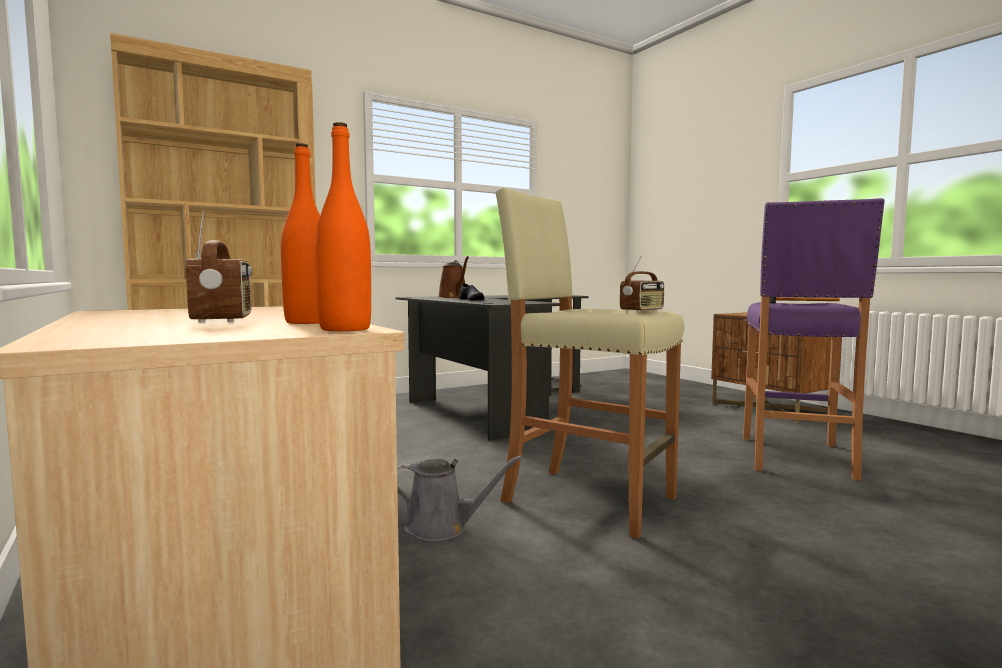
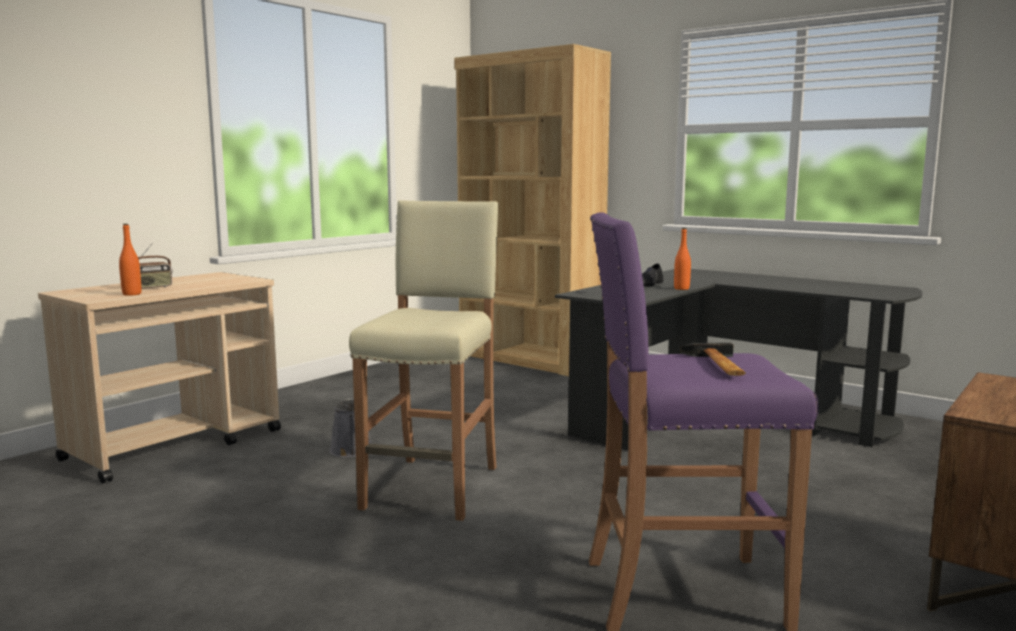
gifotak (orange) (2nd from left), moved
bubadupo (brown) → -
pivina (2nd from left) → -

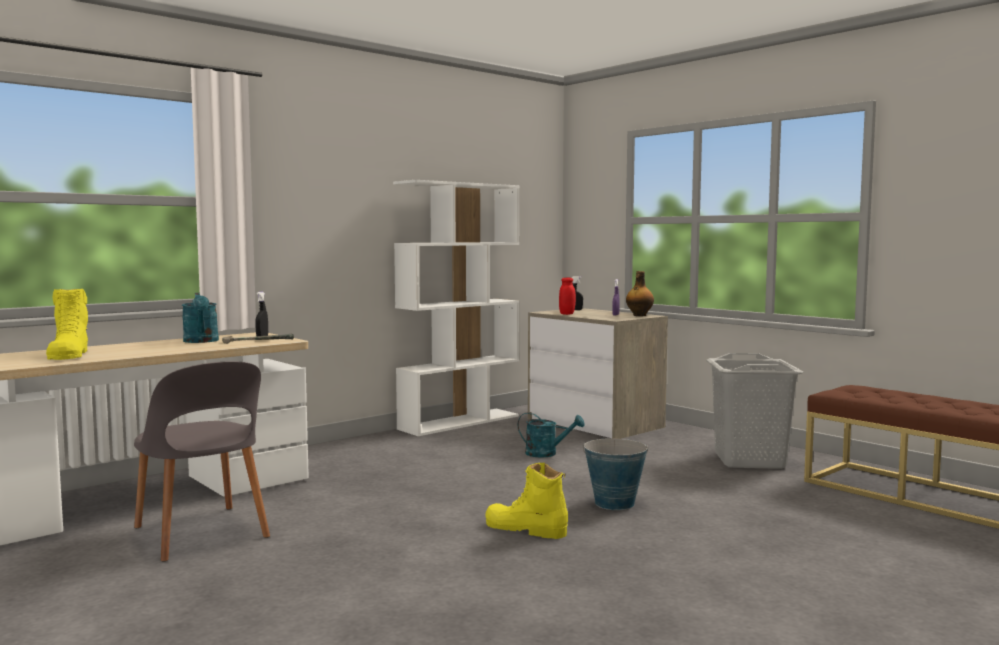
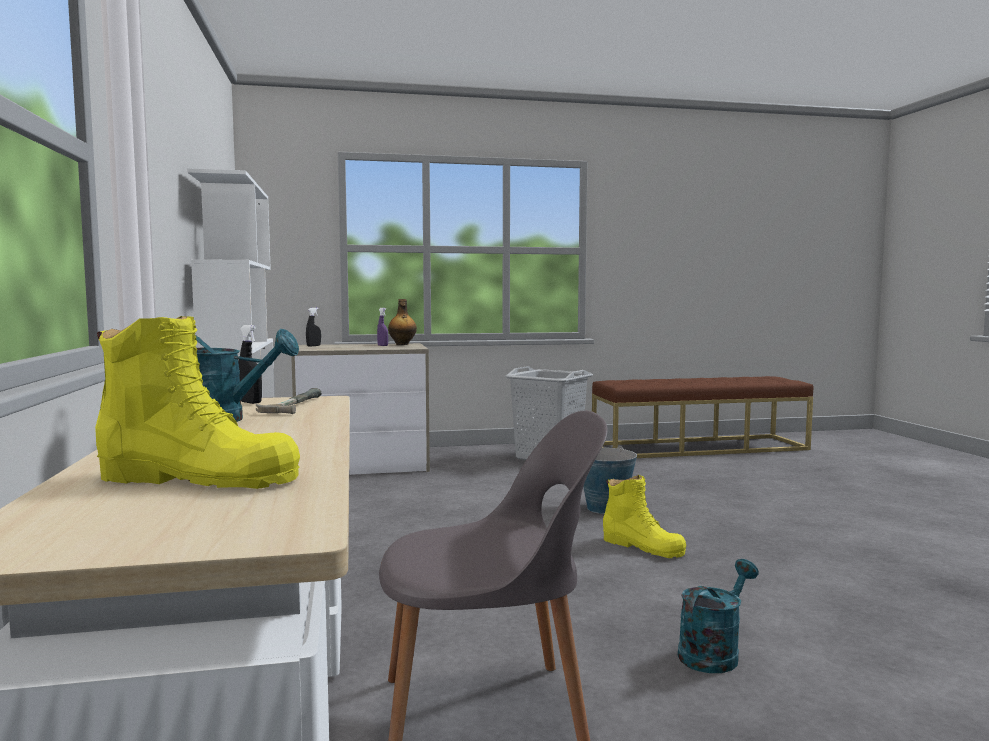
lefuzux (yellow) (2nd from left), 105 degrees counterclockwise
bubadupo (turquoise) (2nd from left), moved
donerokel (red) → -

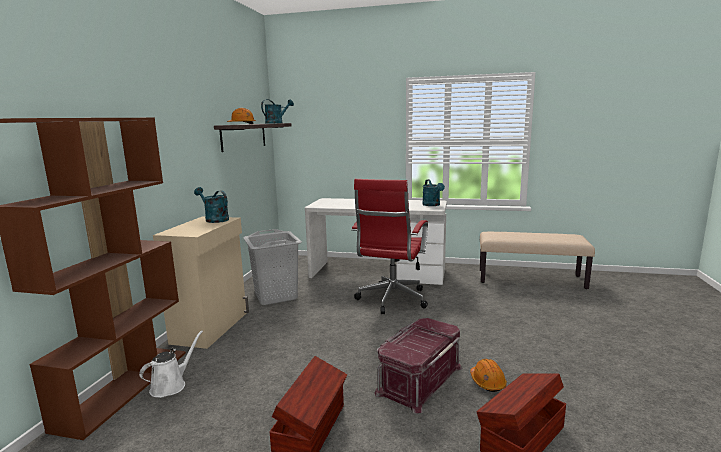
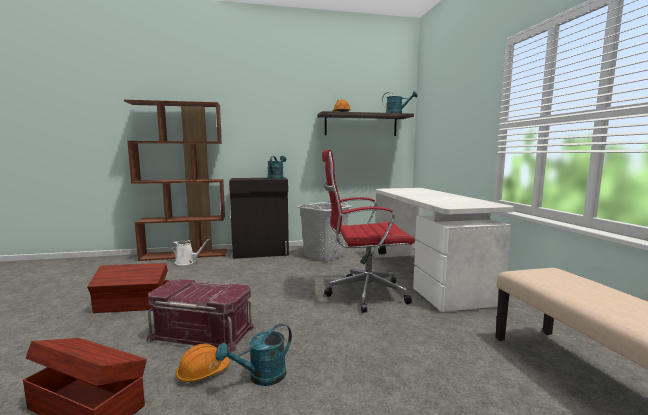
bubadupo (turquoise) (3rd from left in the first image) → bubadupo (turquoise) (1st from left), moved
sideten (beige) → sideten (black)

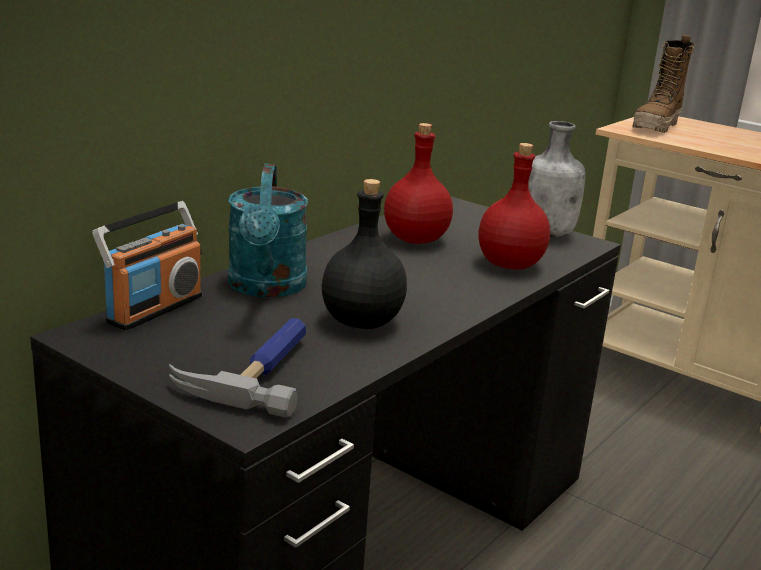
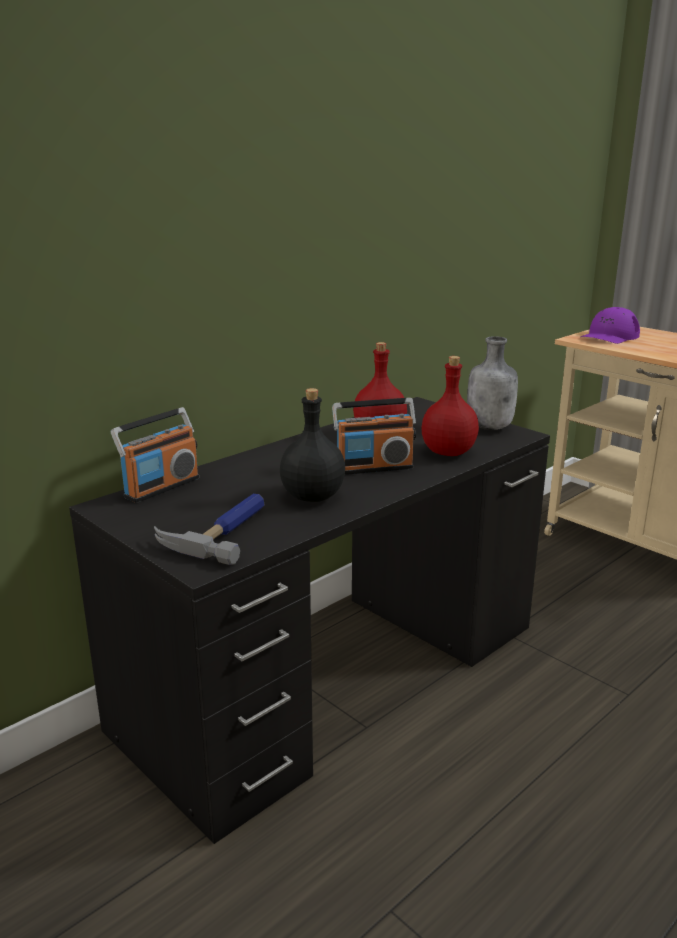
- → pivina (2nd from left)
lefuzux → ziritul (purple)
bubadupo (turquoise) → -

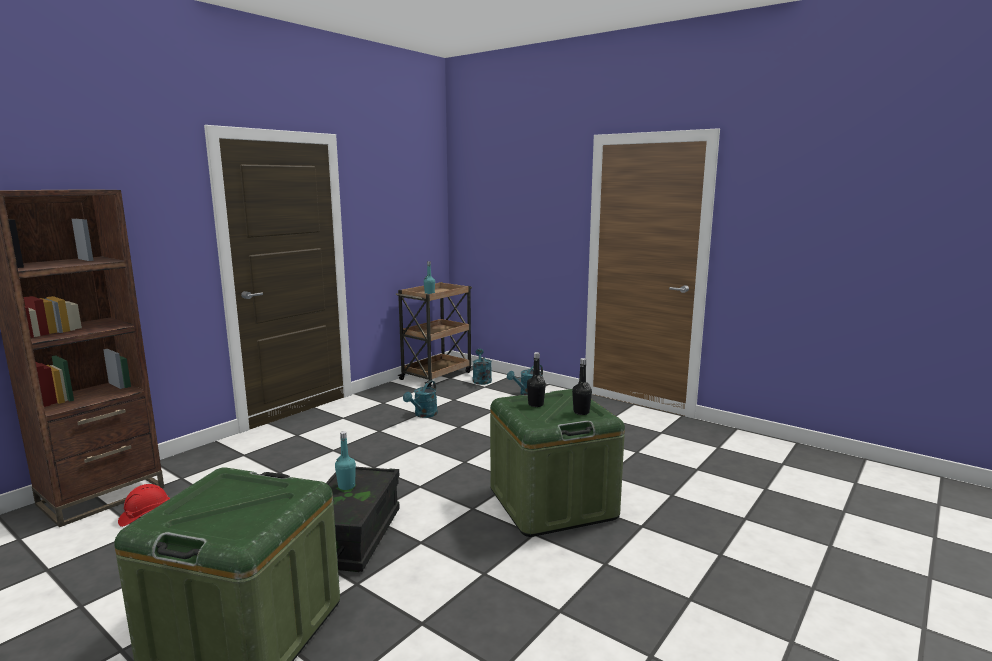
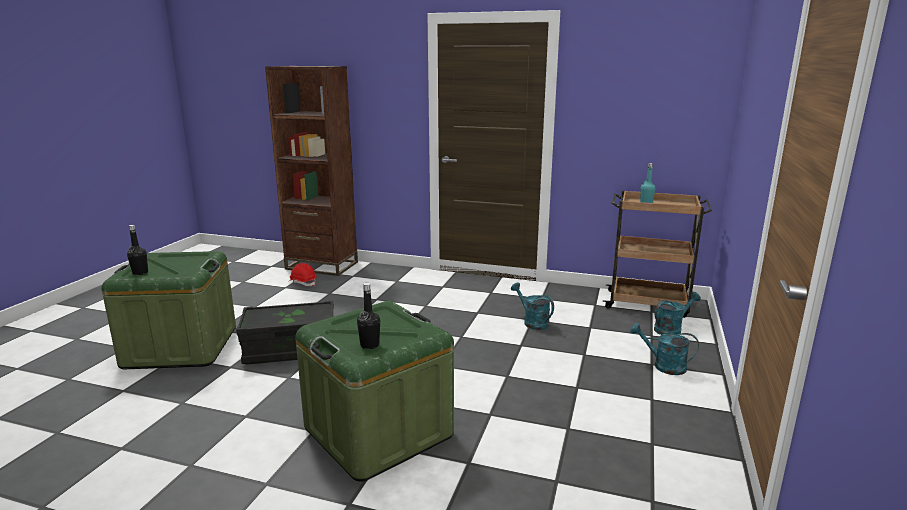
gifotak (black) (1st from left), moved
bubadupo (turquoise) (1st from left), 45 degrees clockwise
gifotak (turquoise) (1st from left) → -

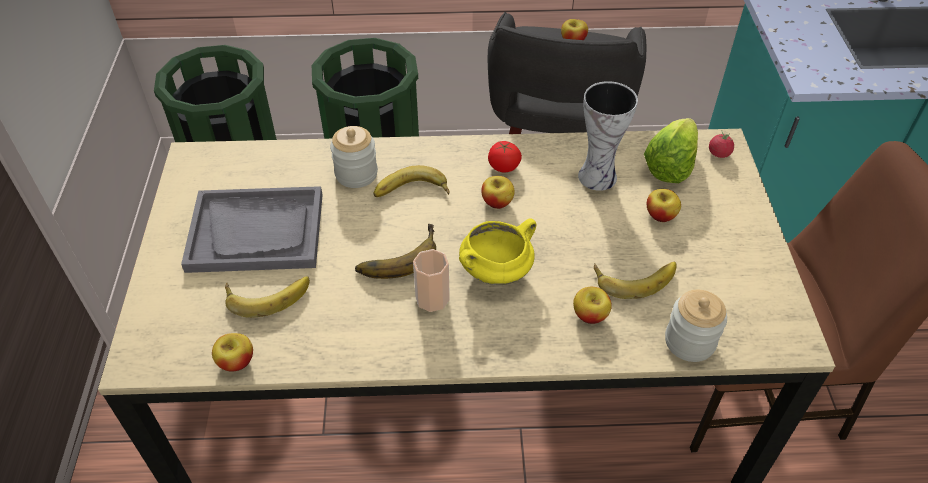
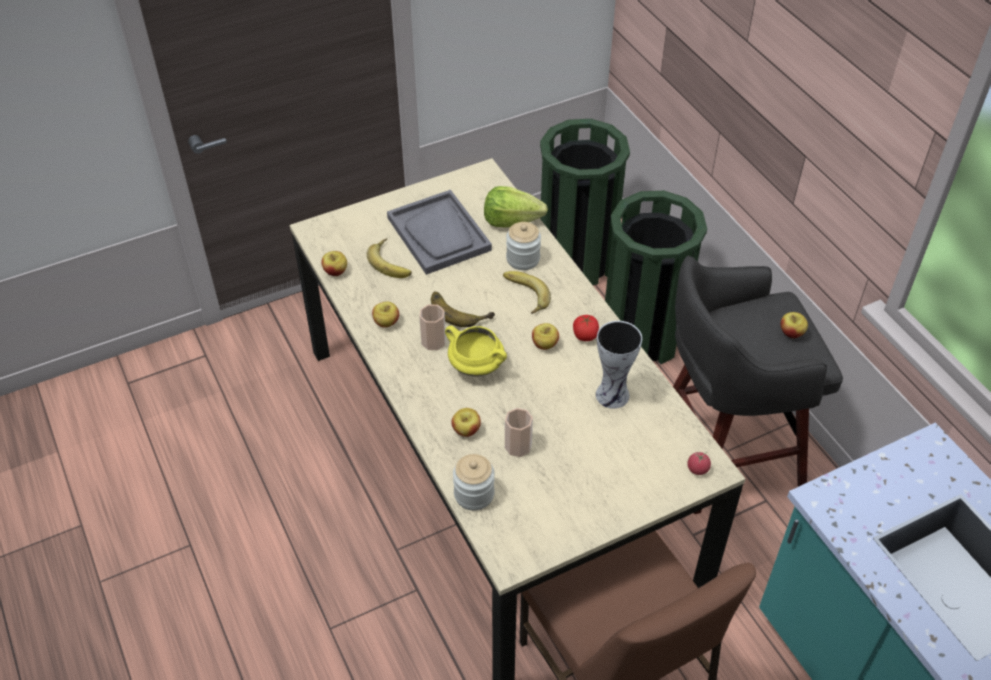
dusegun (5th from left in the first image) → dusegun (2nd from left), moved
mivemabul, moved
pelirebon (4th from left) → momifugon (2nd from left)

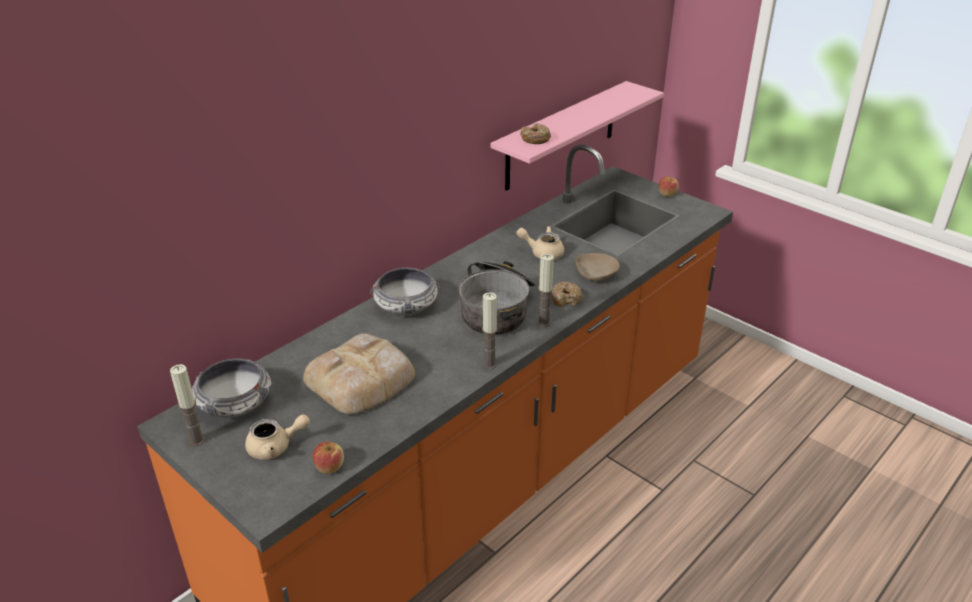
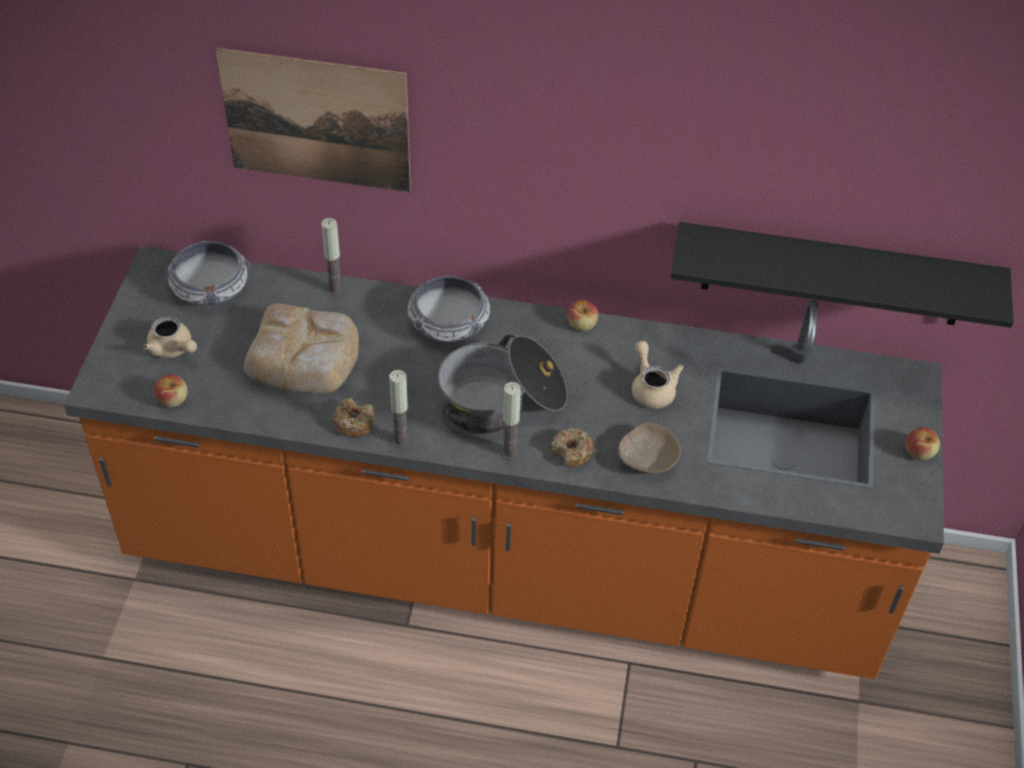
- → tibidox
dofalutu (1st from left), moved
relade (1st from left), moved
- → dusegun (2nd from left)
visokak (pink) → visokak (black)

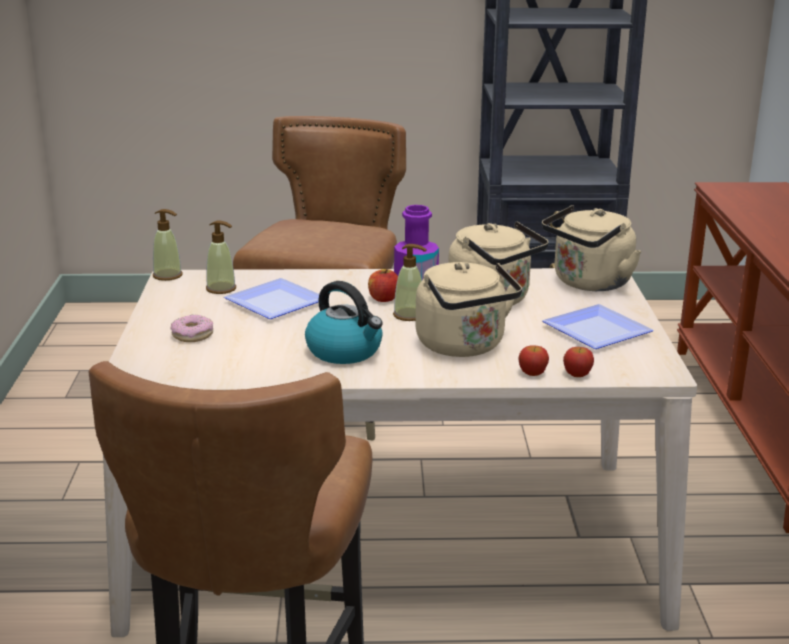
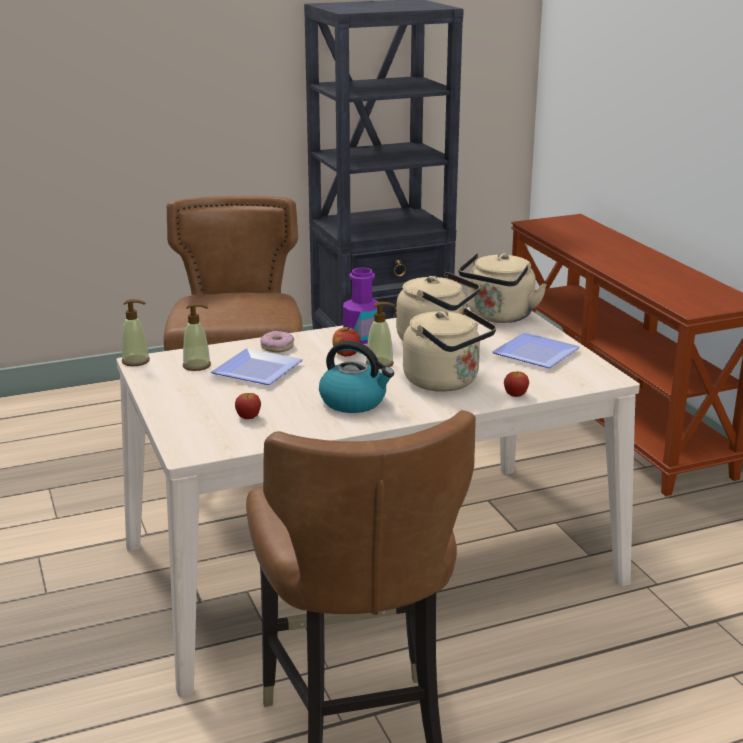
dusegun (3rd from left in the first image) → dusegun (1st from left), moved
relade, moved

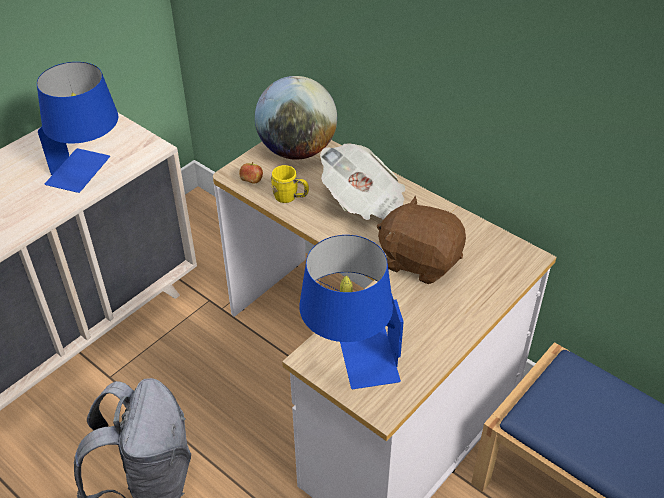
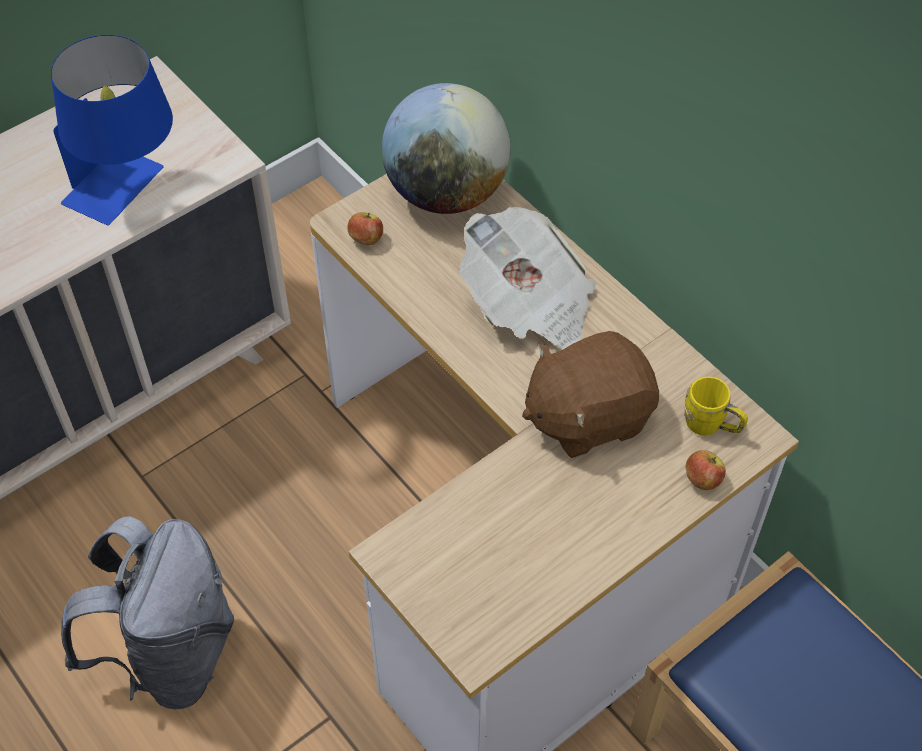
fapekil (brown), 60 degrees counterclockwise
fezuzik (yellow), moved
- → dusegun (2nd from left)
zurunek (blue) (2nd from left) → -

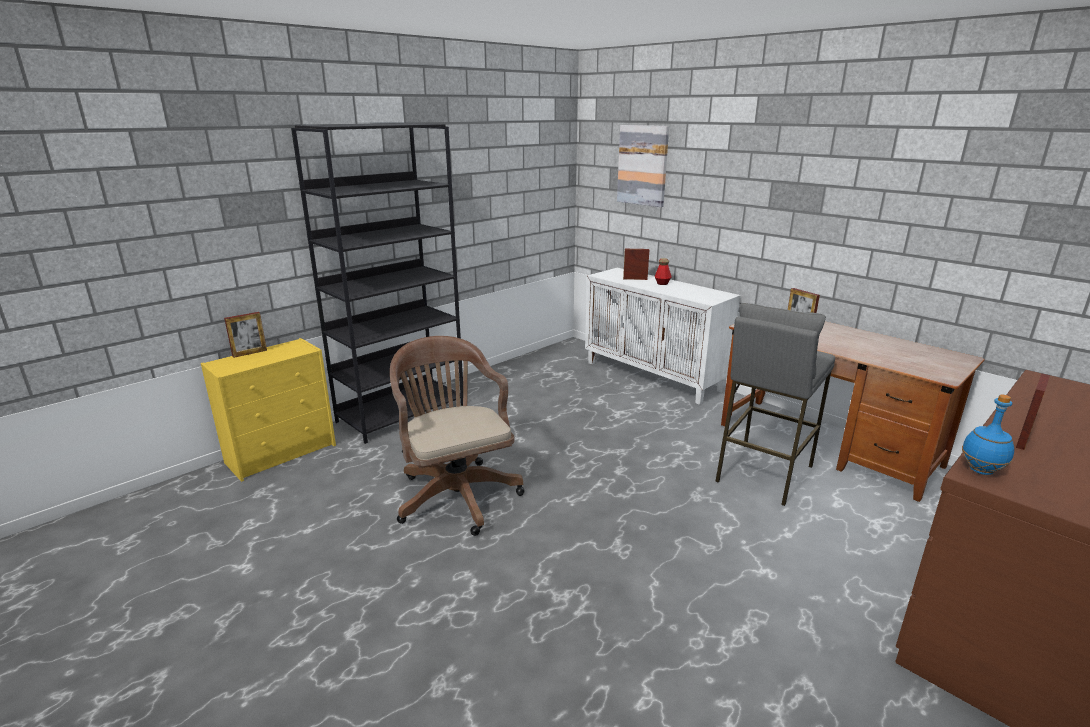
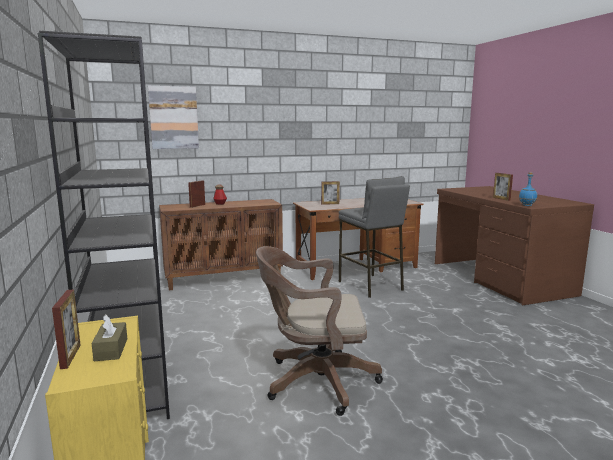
- → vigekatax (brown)
sideten (white) → sideten (brown)

